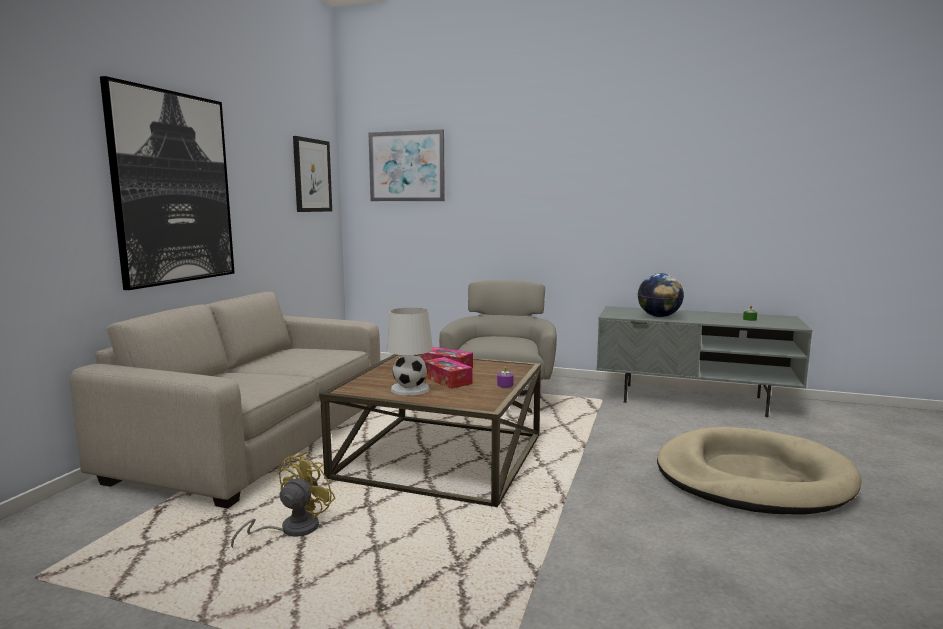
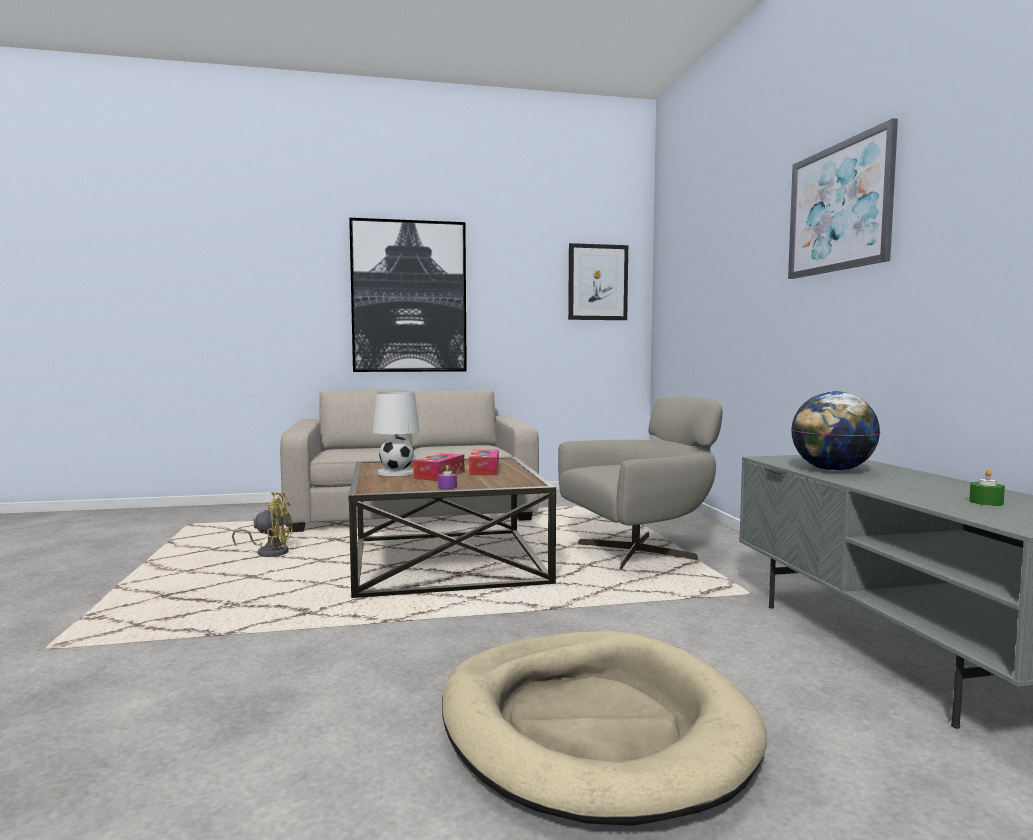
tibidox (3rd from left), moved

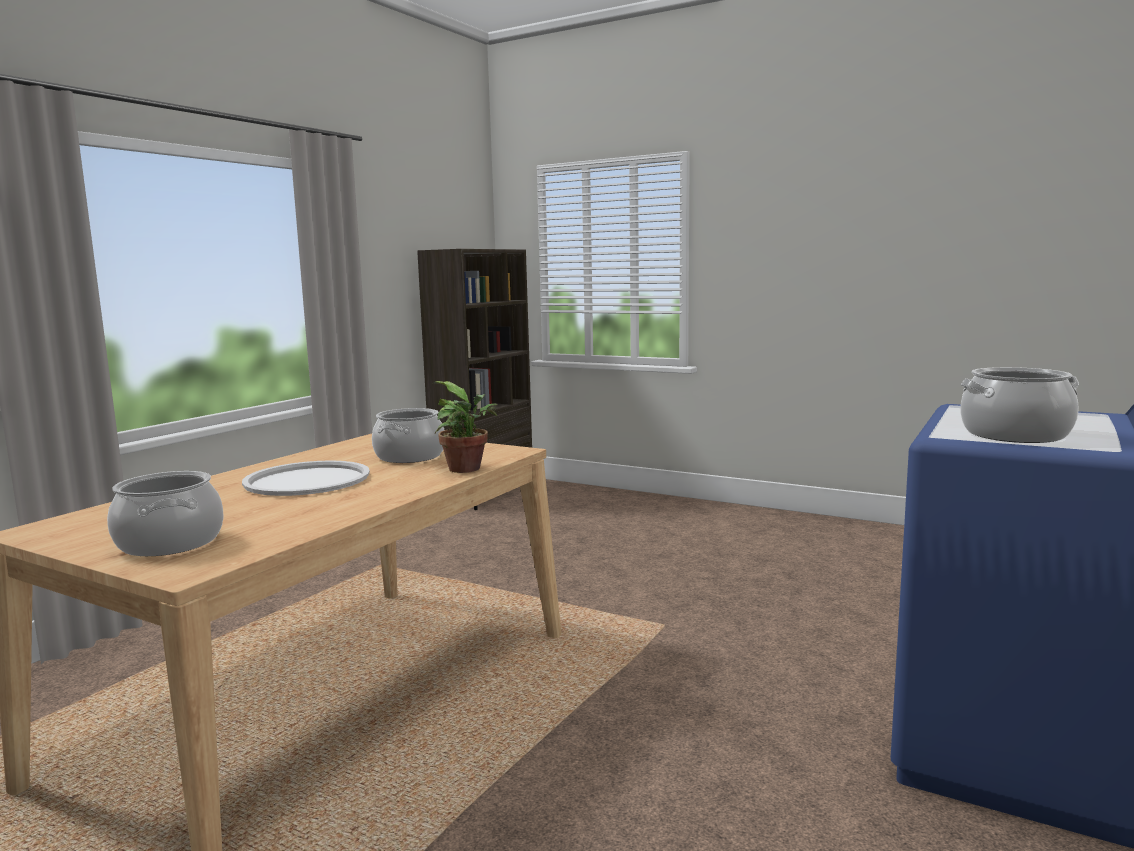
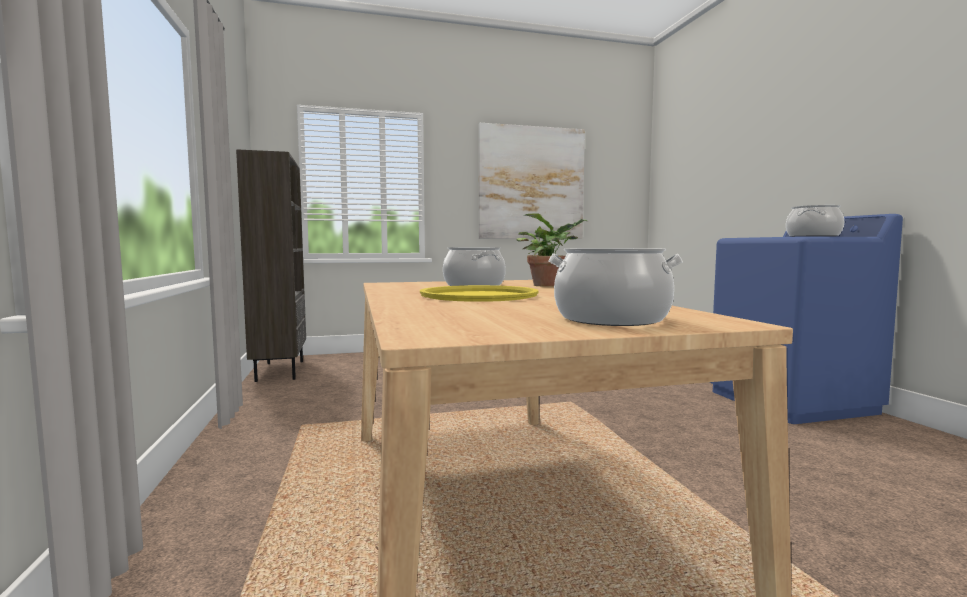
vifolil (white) → vifolil (yellow)
- → tibidox

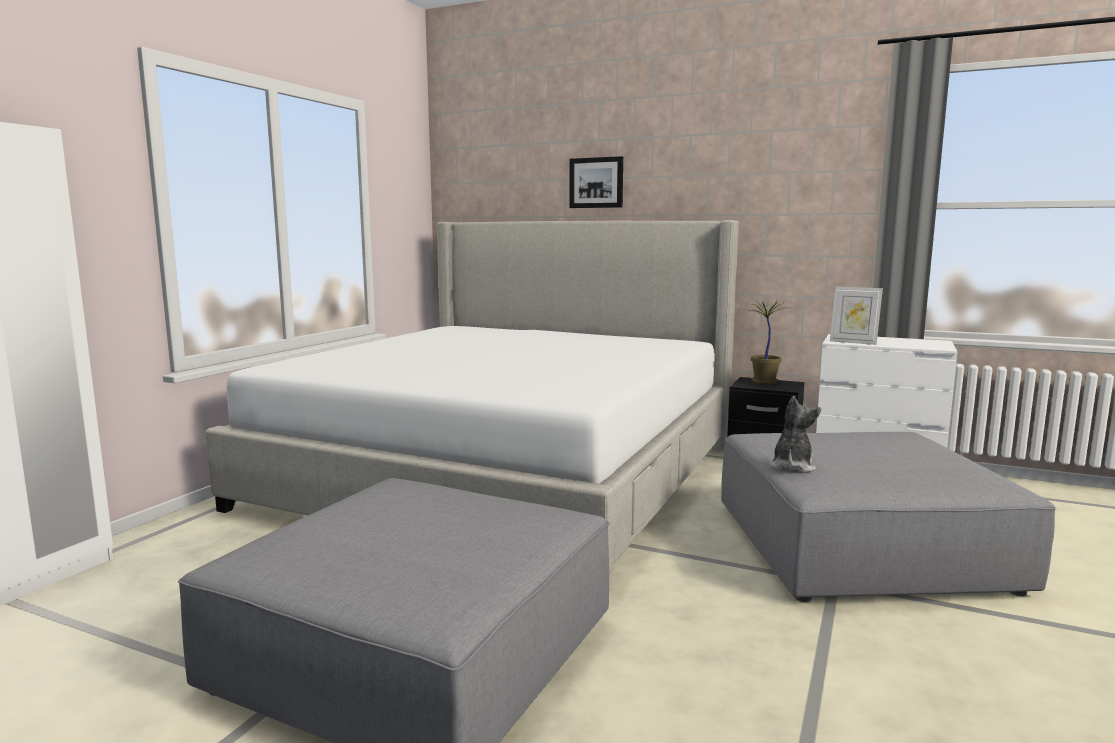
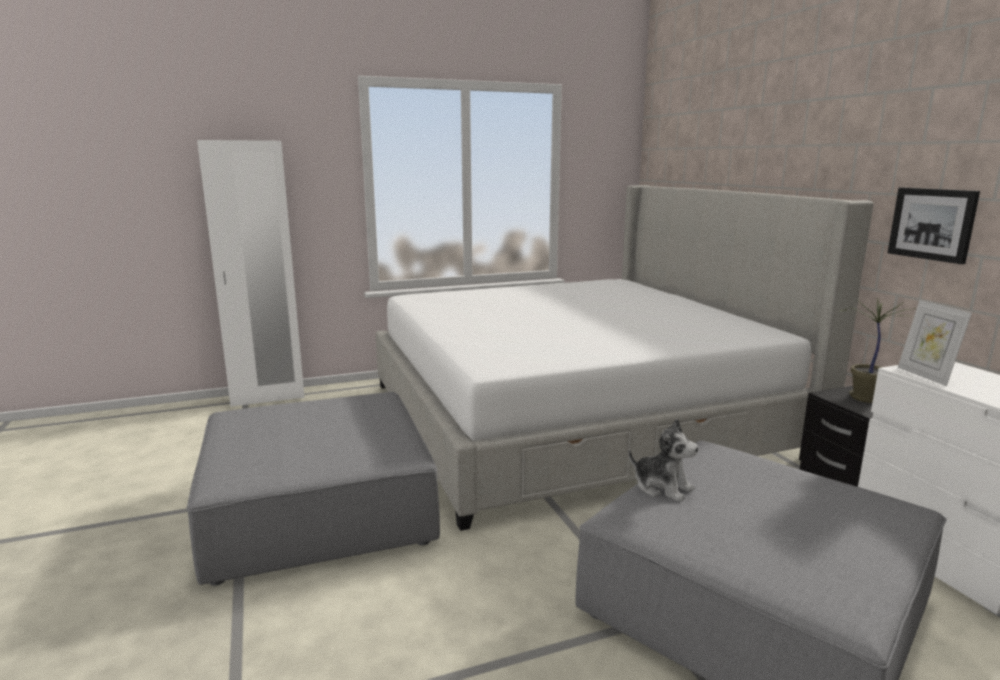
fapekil, 60 degrees clockwise
tibidox, moved

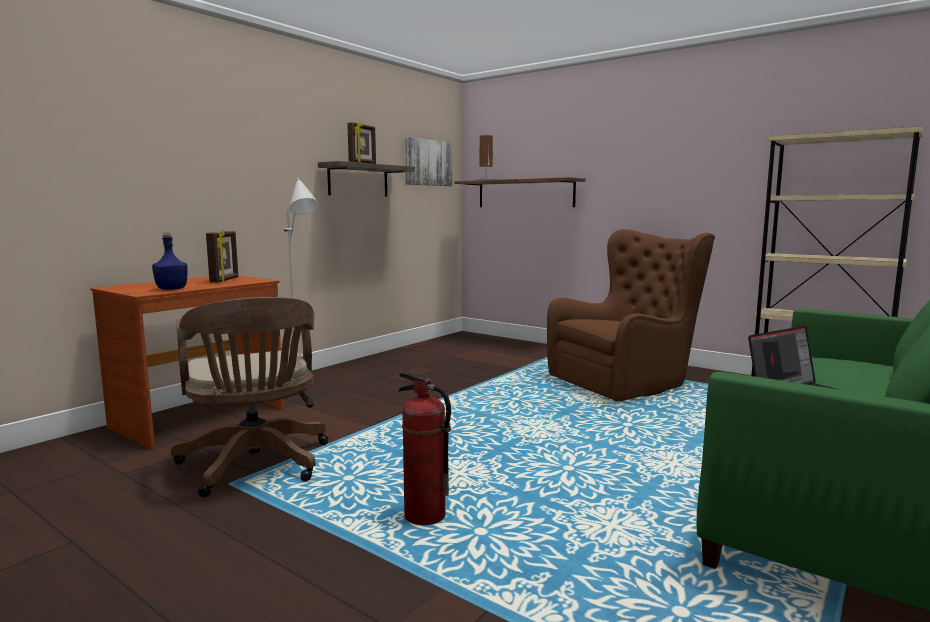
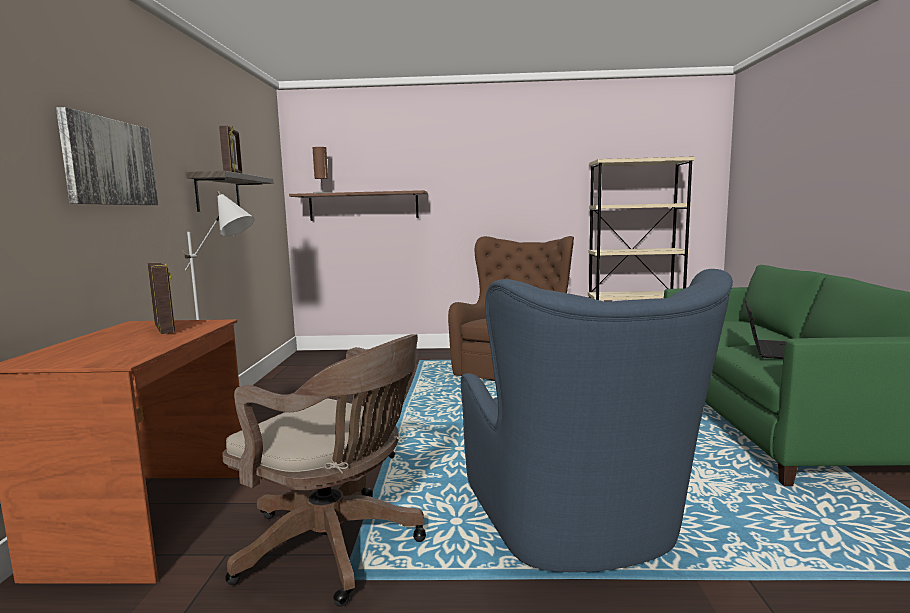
tibidox, moved
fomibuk → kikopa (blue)
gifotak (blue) → -

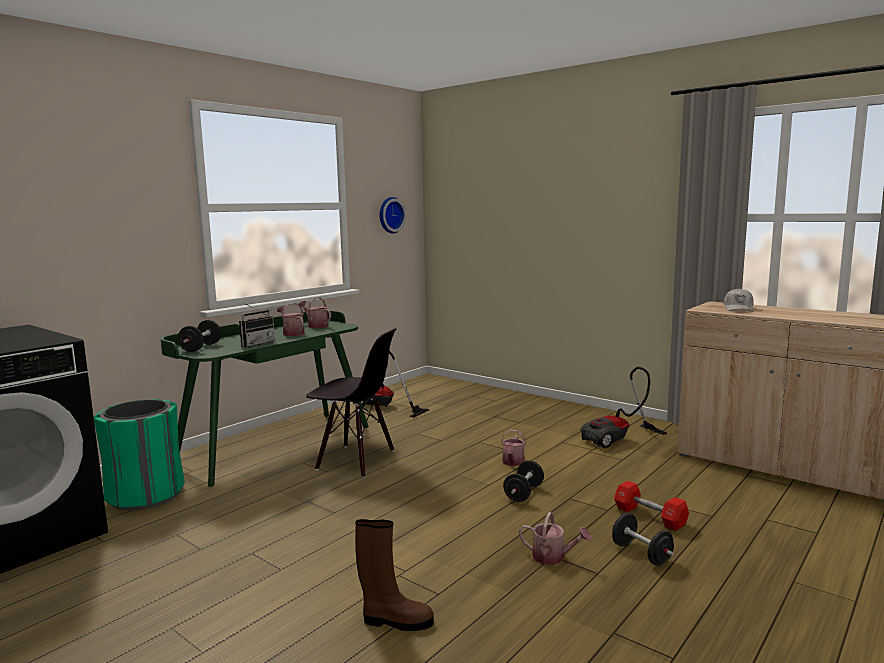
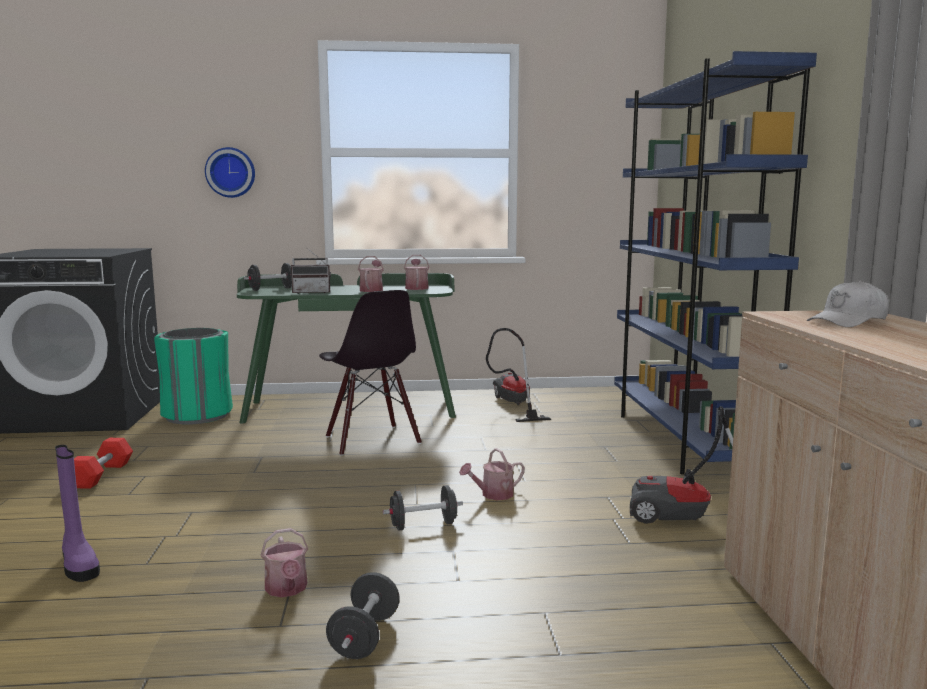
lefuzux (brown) → lefuzux (purple)
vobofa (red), moved
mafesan, moved
- → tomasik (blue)

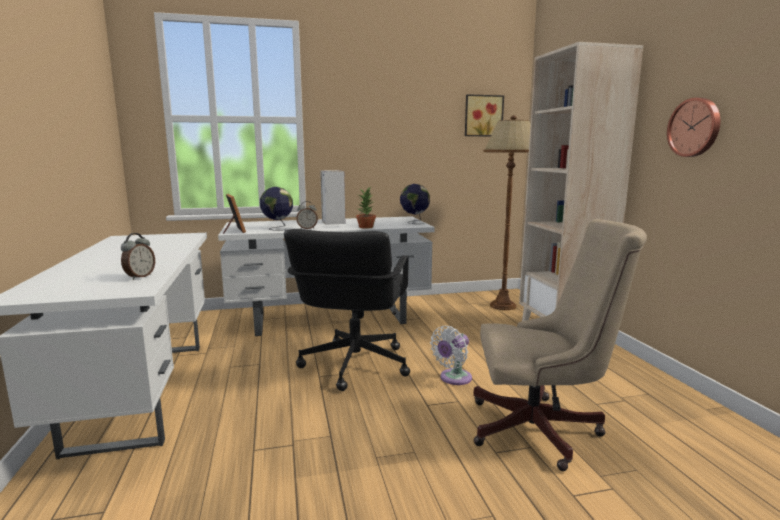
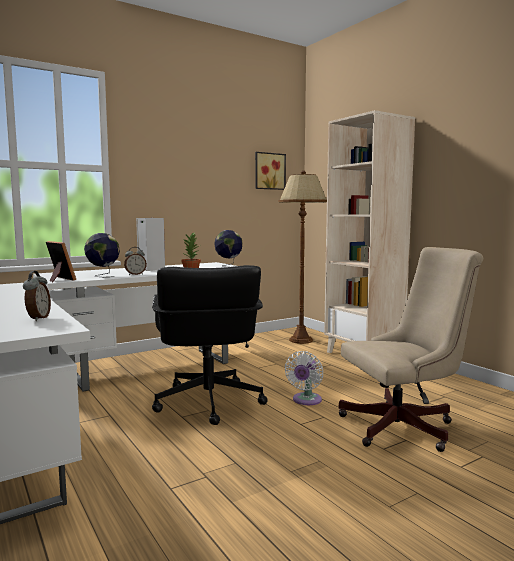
mafesan → -

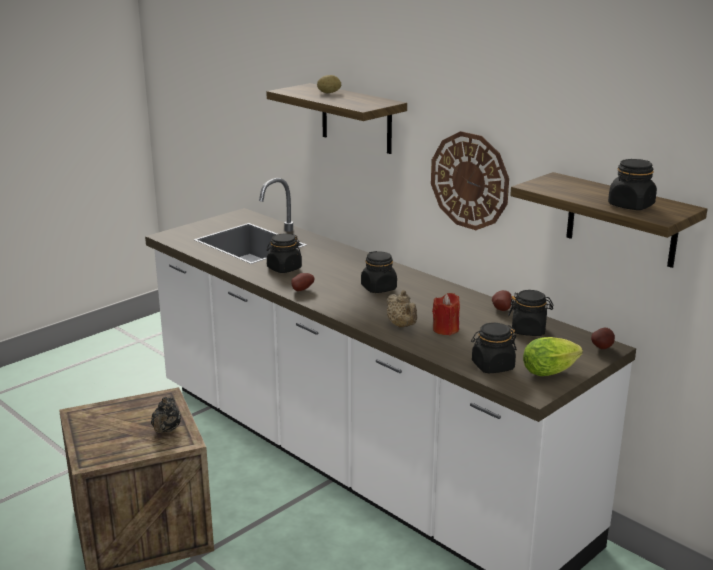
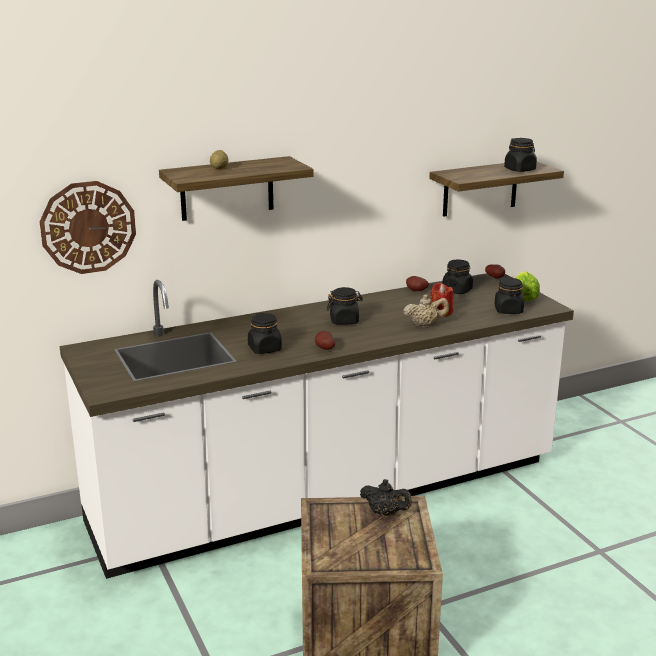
mafesan, moved

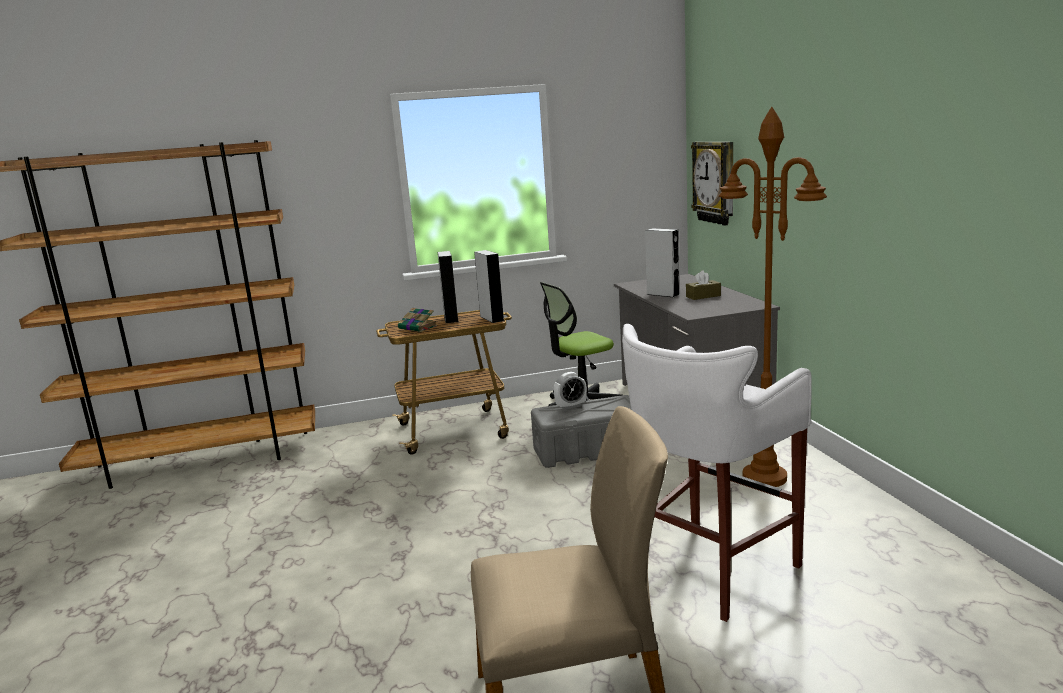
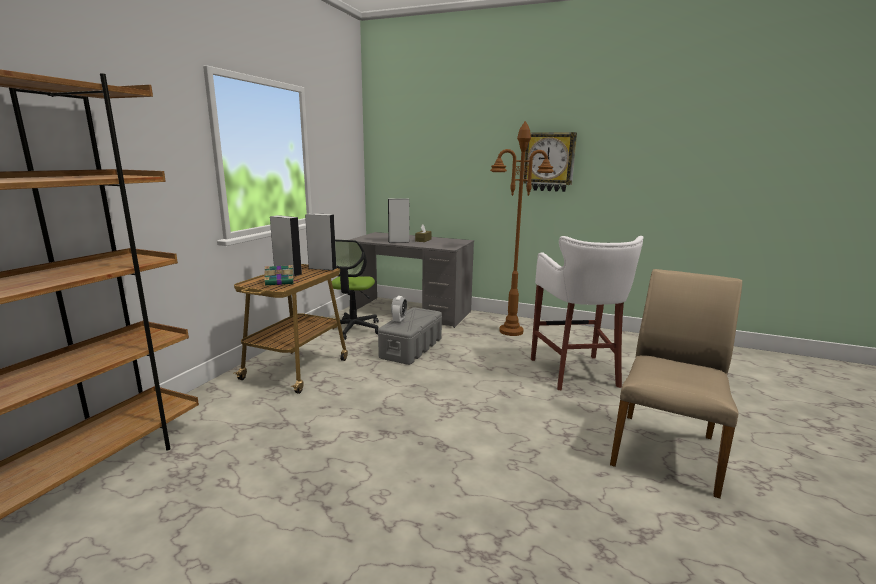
mafesan, moved

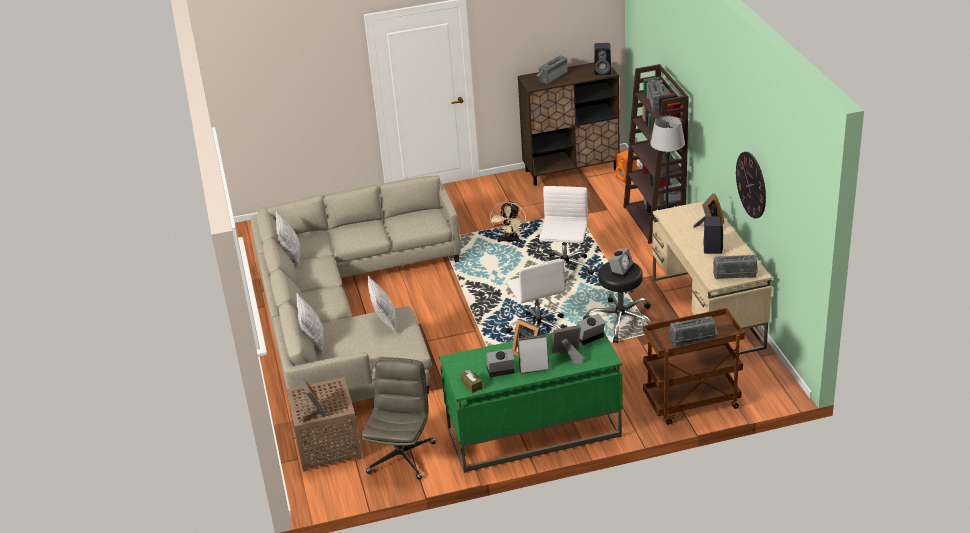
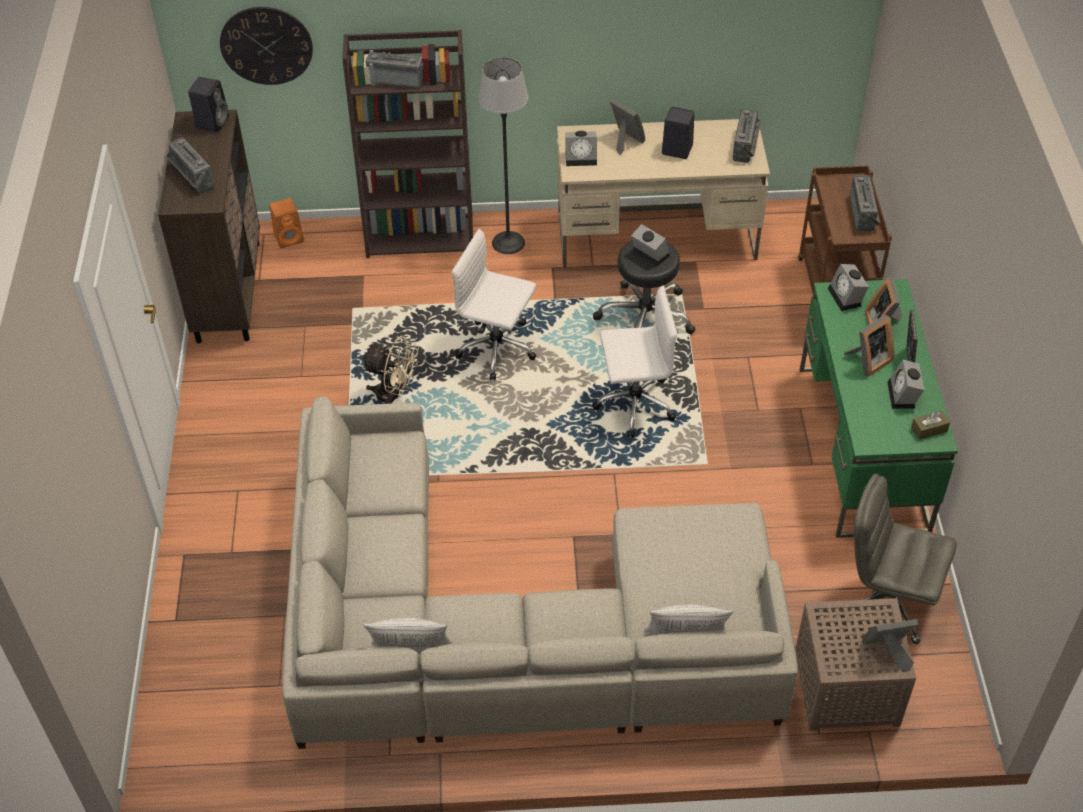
mafesan, moved
- → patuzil (1st from left)
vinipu (3rd from left) → -

